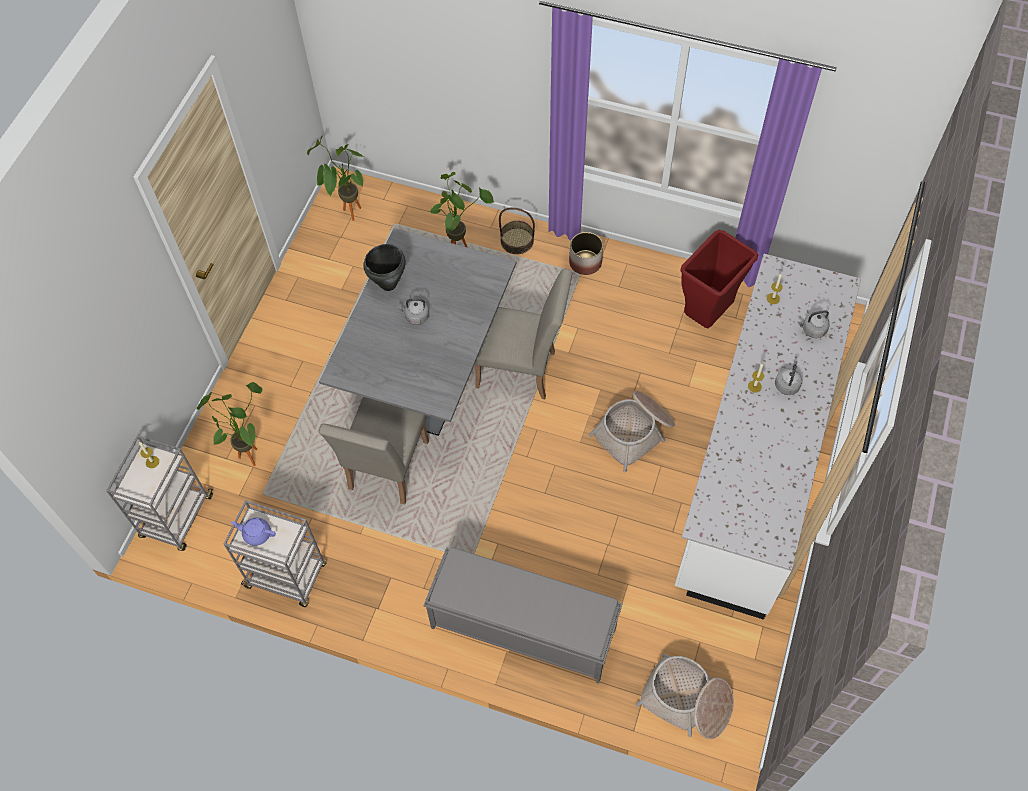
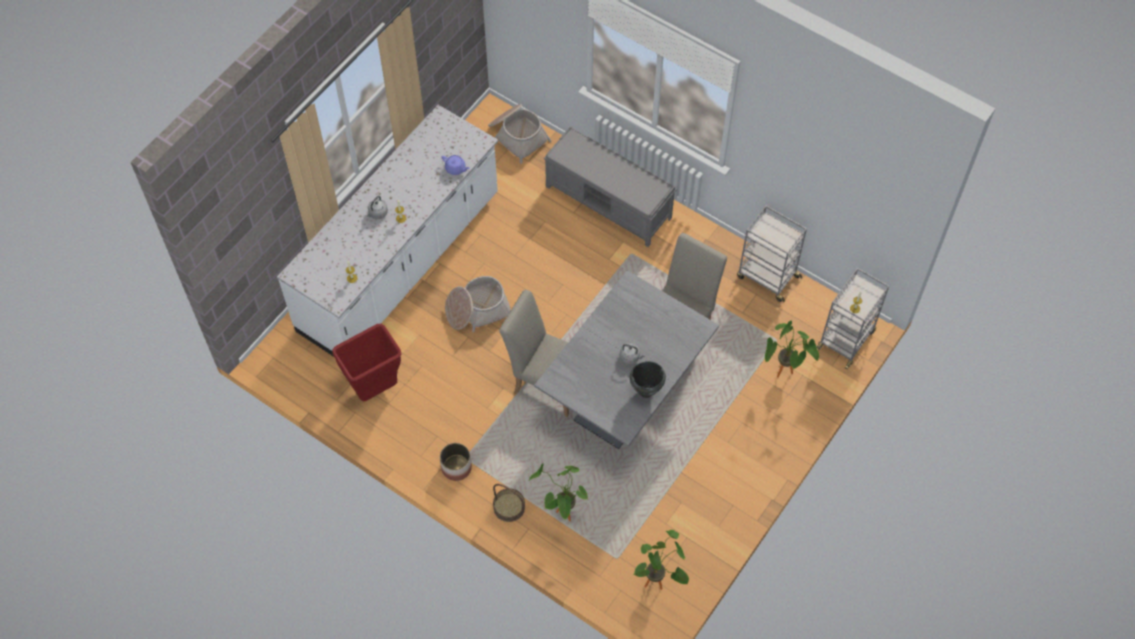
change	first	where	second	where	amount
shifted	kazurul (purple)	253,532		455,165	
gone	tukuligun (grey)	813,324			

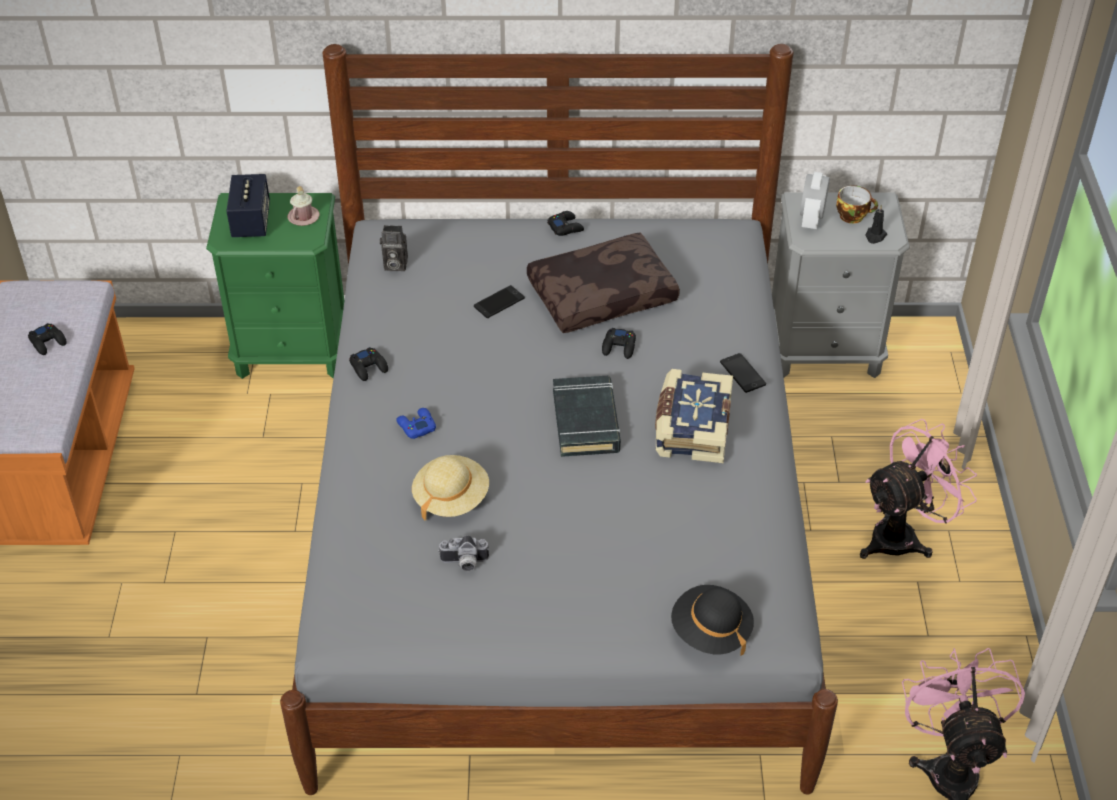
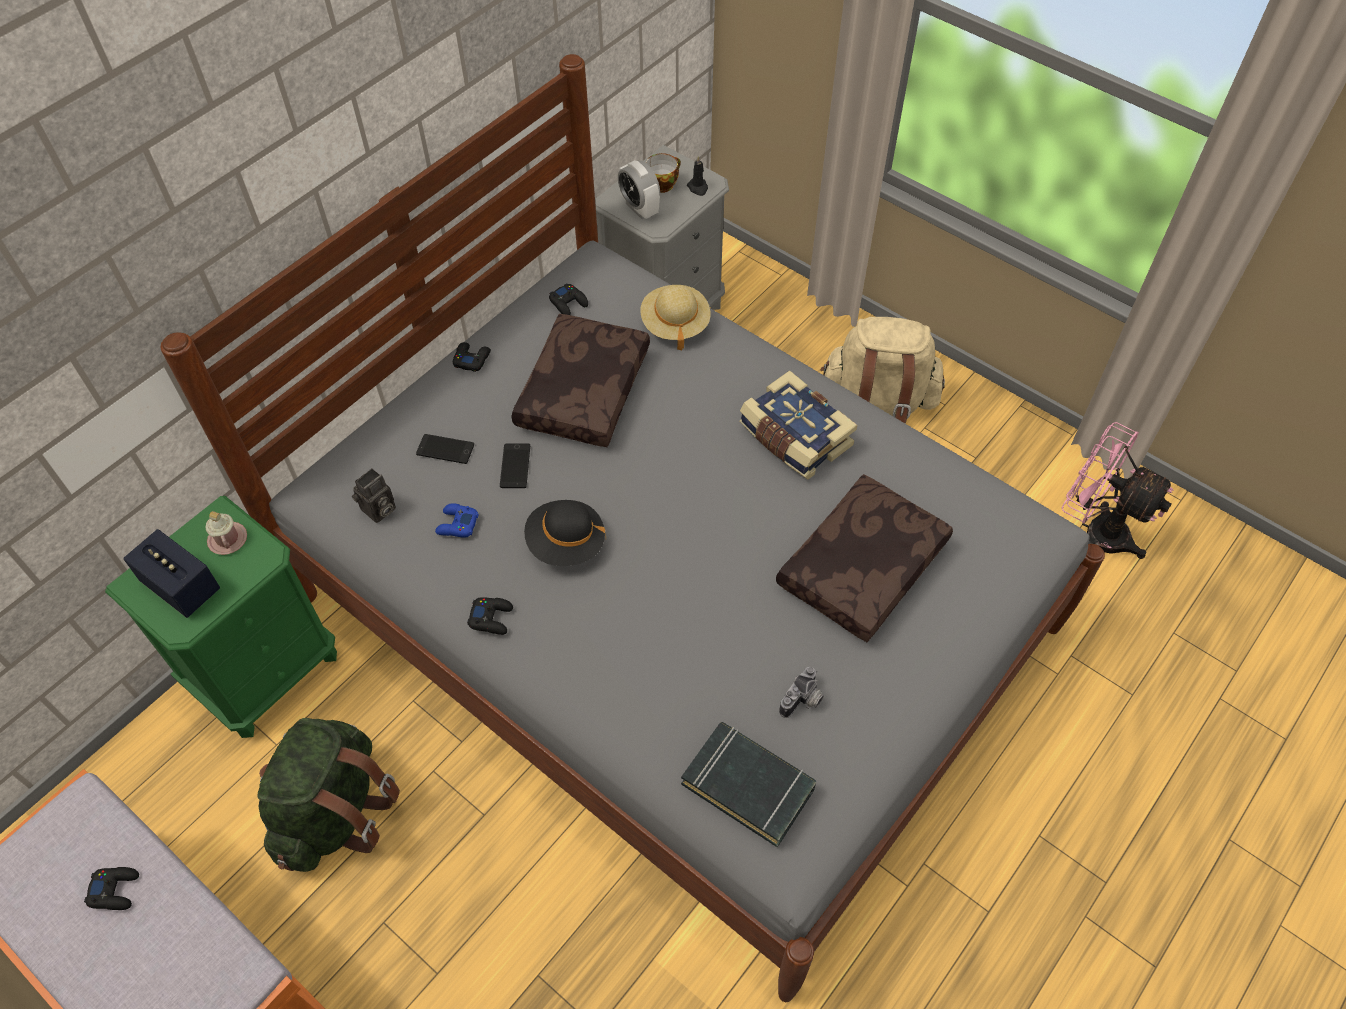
change	first	where	second	where	amount
new			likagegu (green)	328,795	
shifted	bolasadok	743,373		445,449	
shifted	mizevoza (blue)	416,423		457,520	
shifted	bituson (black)	712,620		565,533	
shifted	mizevoza (black)	619,343		568,299	
shifted	bituson (beige)	450,487		675,317	
shifted	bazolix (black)	587,416		748,784	
new			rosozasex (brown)	864,558	
swapped	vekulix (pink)	918,489	likagegu (beige)	882,370	

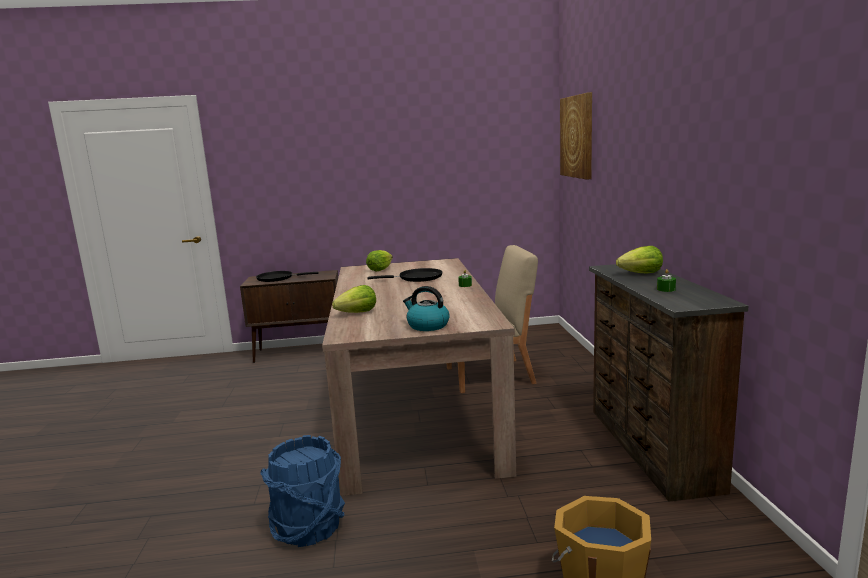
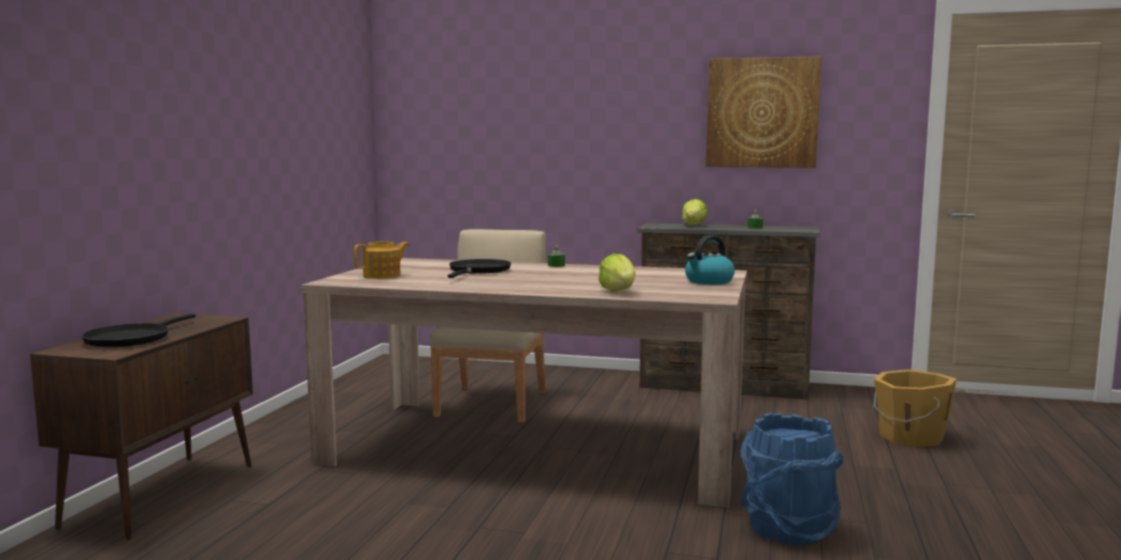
change	first	where	second	where	amount
swapped	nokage	379,260	kazurul	381,260	
shifted	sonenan	576,135		764,112	

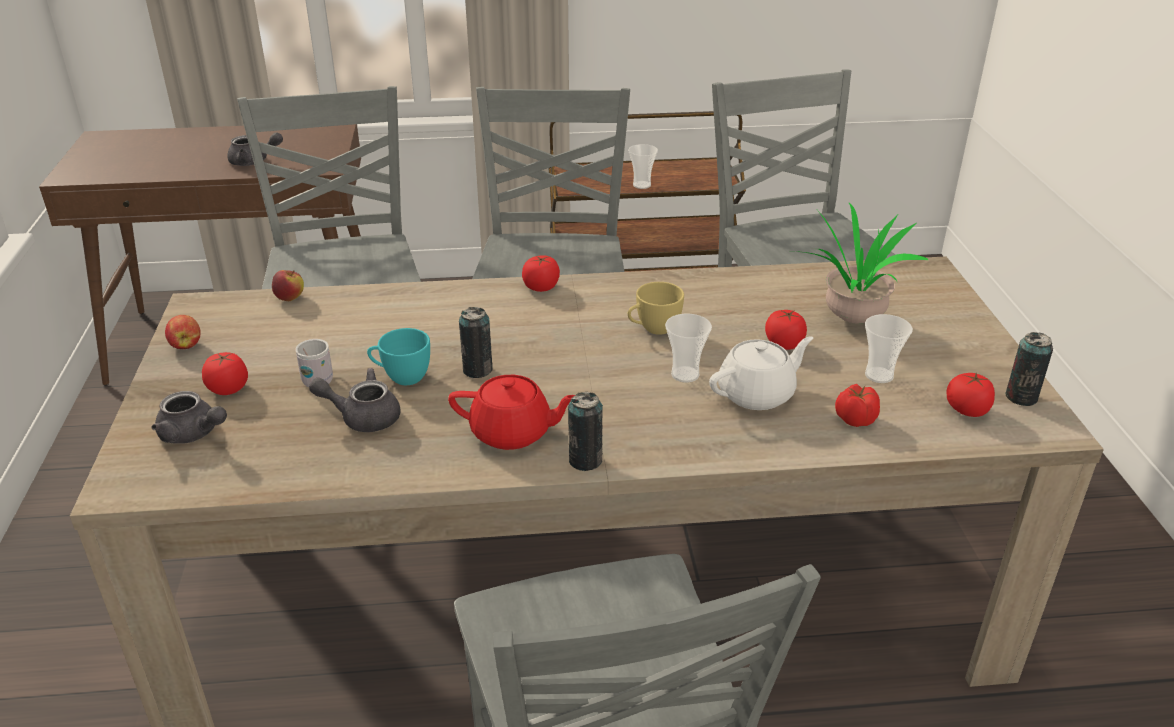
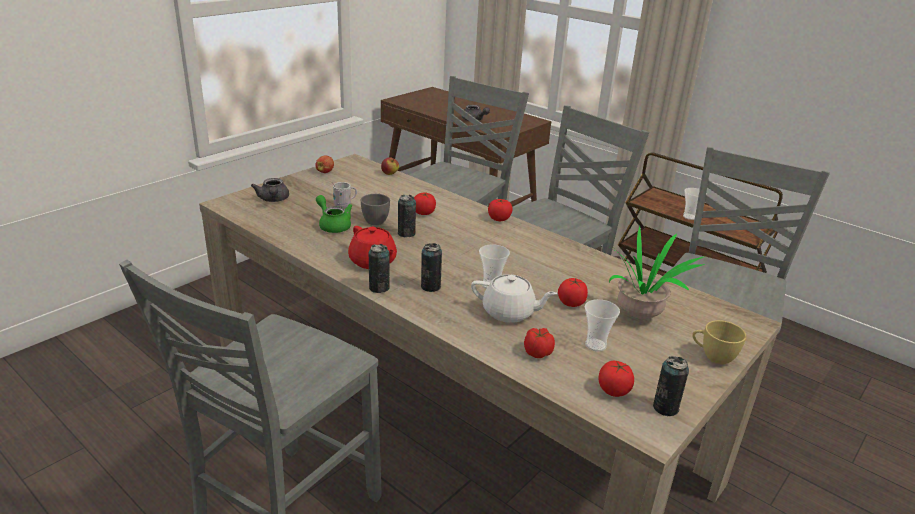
change	first	where	second	where	amount
repainted	kazurul (grey)	355,400	kazurul (green)	334,214	
repainted	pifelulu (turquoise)	398,356	pifelulu (grey)	375,209	
shifted	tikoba	225,373		425,203	
new			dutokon	431,267	
shifted	pifelulu (yellow)	656,308		719,342	

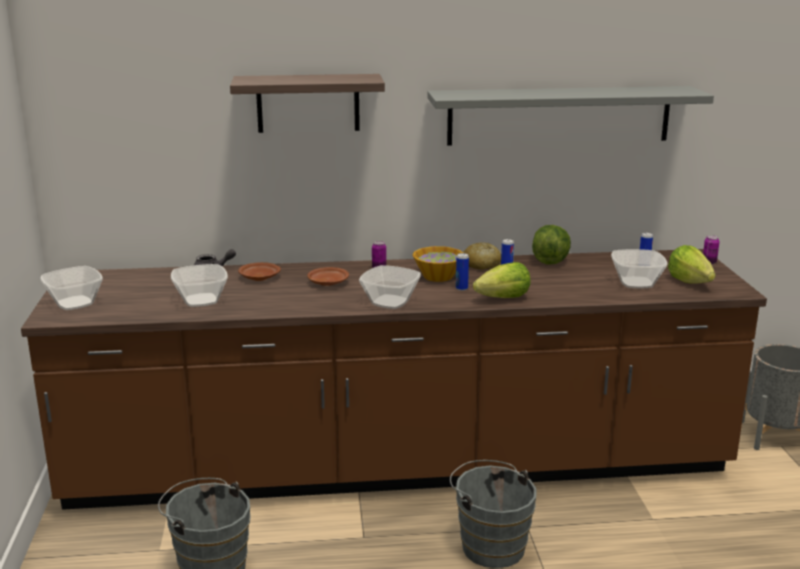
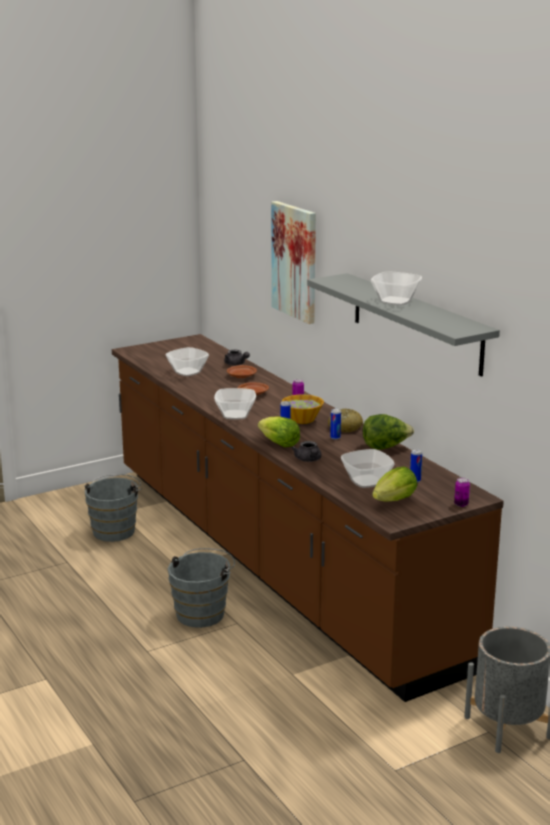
change	first	where	second	where	amount
swapped	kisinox	307,103	sonenan	293,262	
new			kazurul (grey)	307,451	
shifted	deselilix	71,288		396,288	

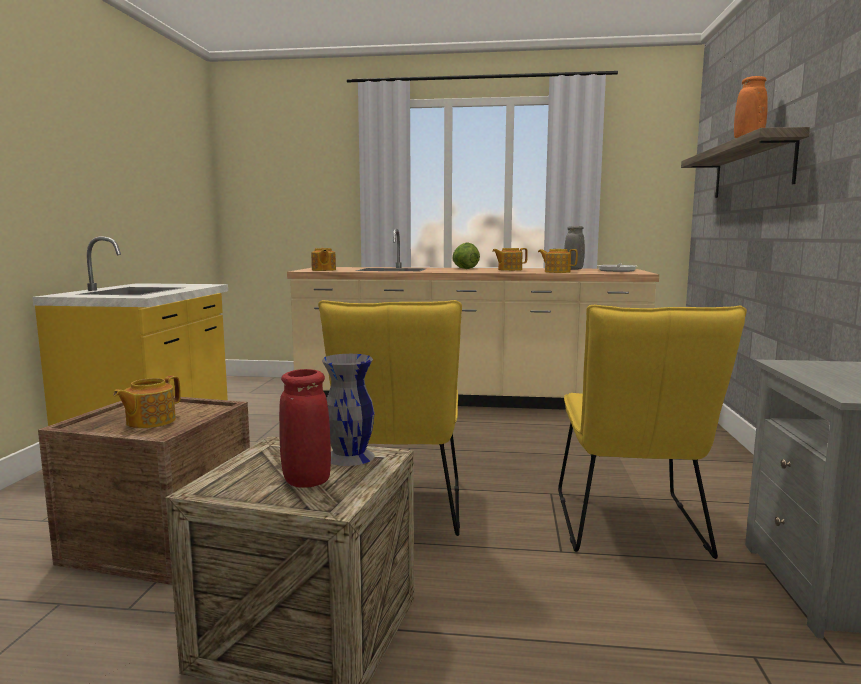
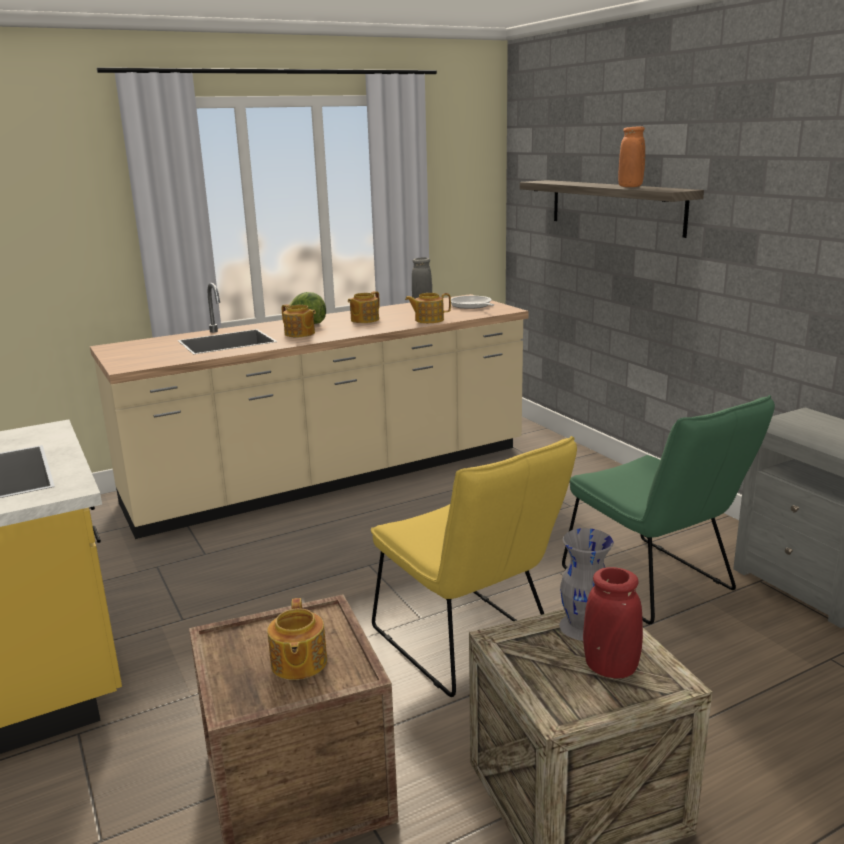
change	first	where	second	where	amount
shifted	kazurul	323,259		299,320	
repainted	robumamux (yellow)	652,432	robumamux (green)	668,509	

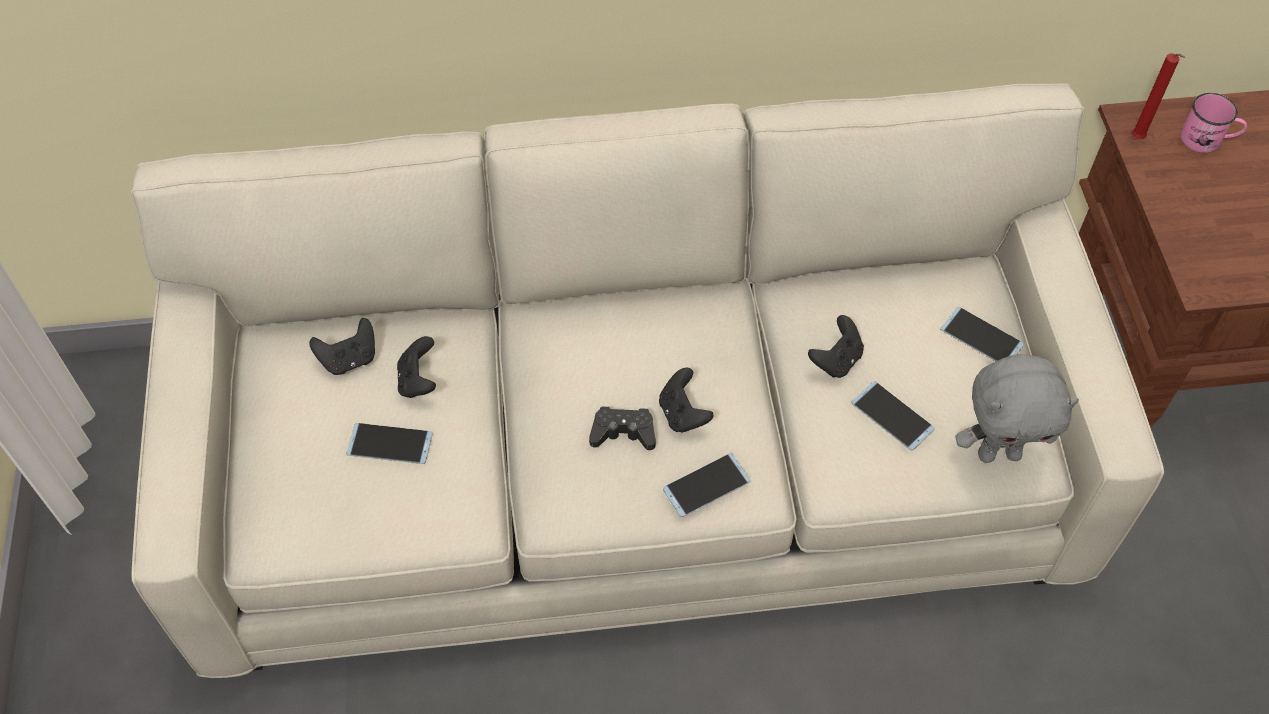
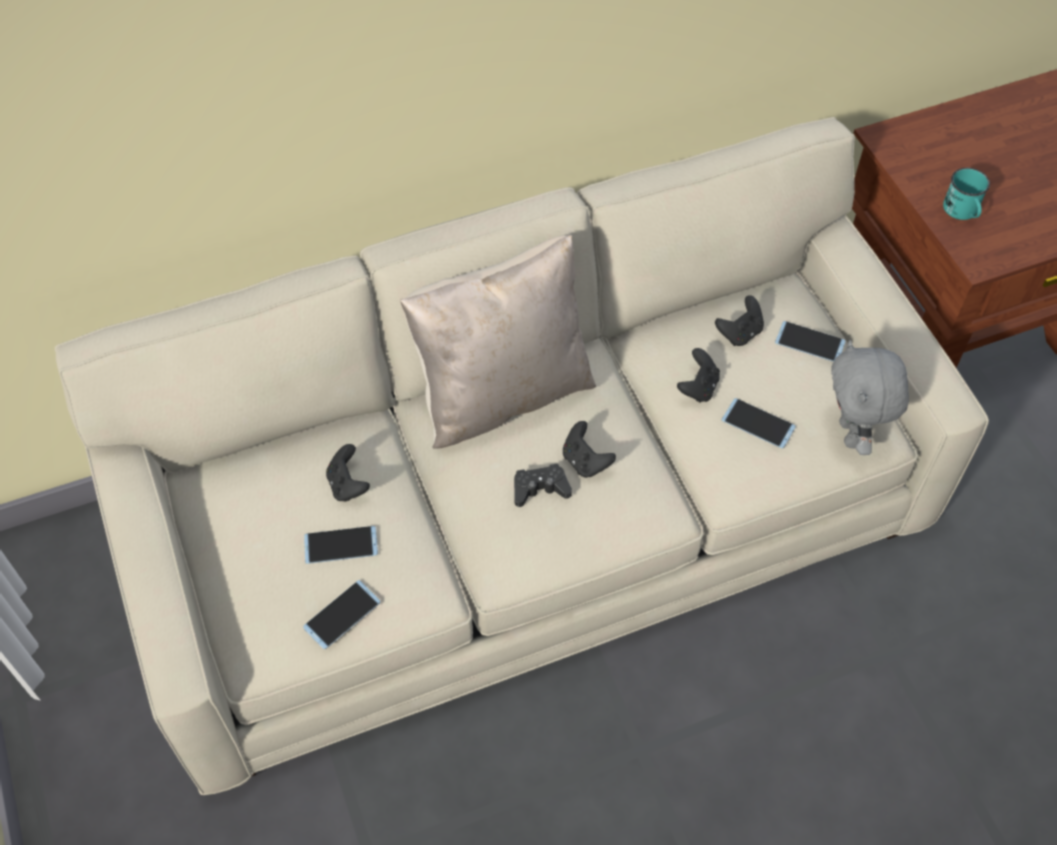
change	first	where	second	where	amount
shifted	bolasadok	706,485		342,614	
new			rosozasex (beige)	498,342	
shifted	mizevoza (black)	342,346		739,320	
rotated	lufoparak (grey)	1017,408		870,397	105 degrees clockwise
new			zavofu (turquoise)	966,194	
gone	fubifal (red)	1158,96			
gone	zavofu (pink)	1214,123			

